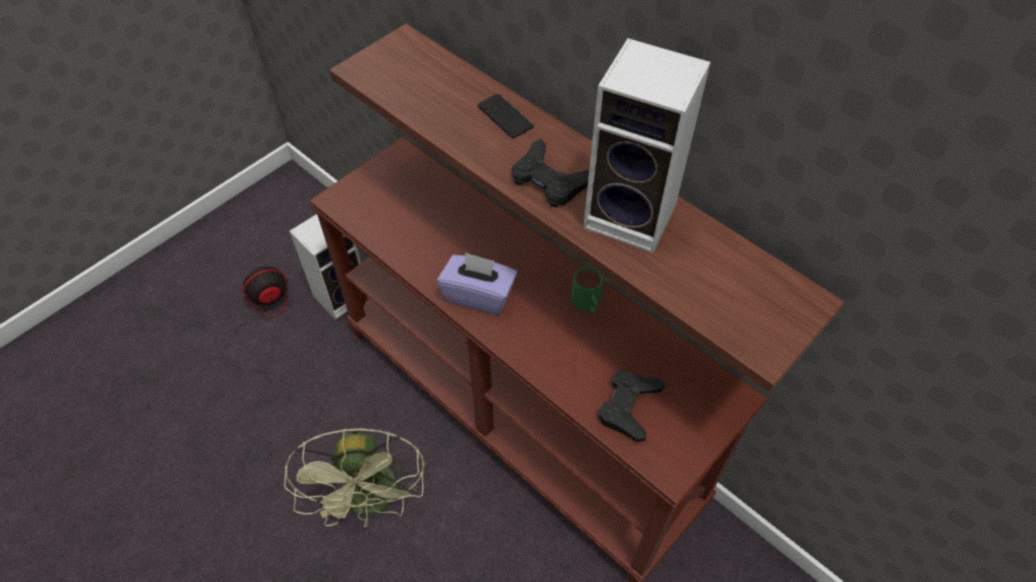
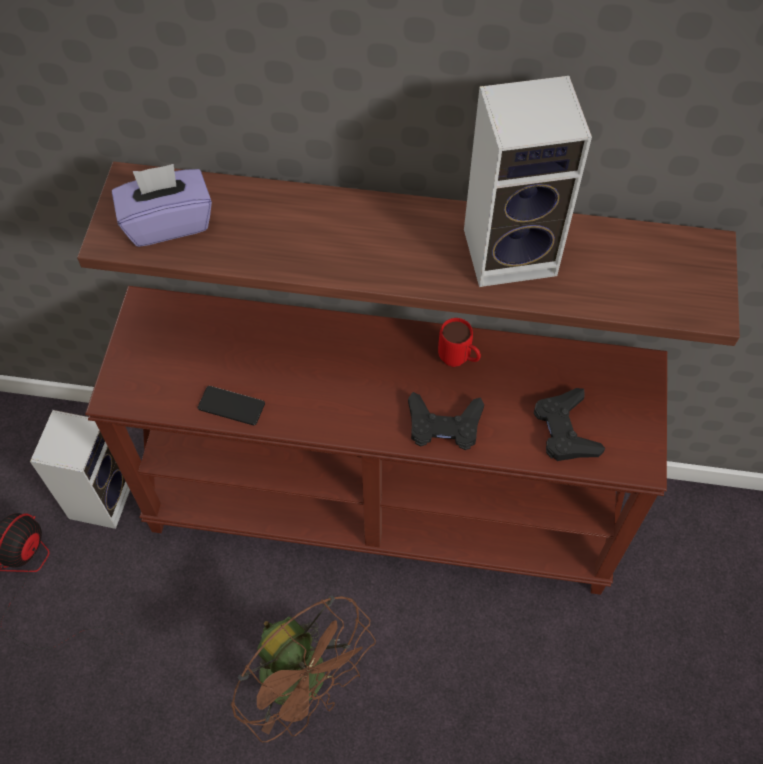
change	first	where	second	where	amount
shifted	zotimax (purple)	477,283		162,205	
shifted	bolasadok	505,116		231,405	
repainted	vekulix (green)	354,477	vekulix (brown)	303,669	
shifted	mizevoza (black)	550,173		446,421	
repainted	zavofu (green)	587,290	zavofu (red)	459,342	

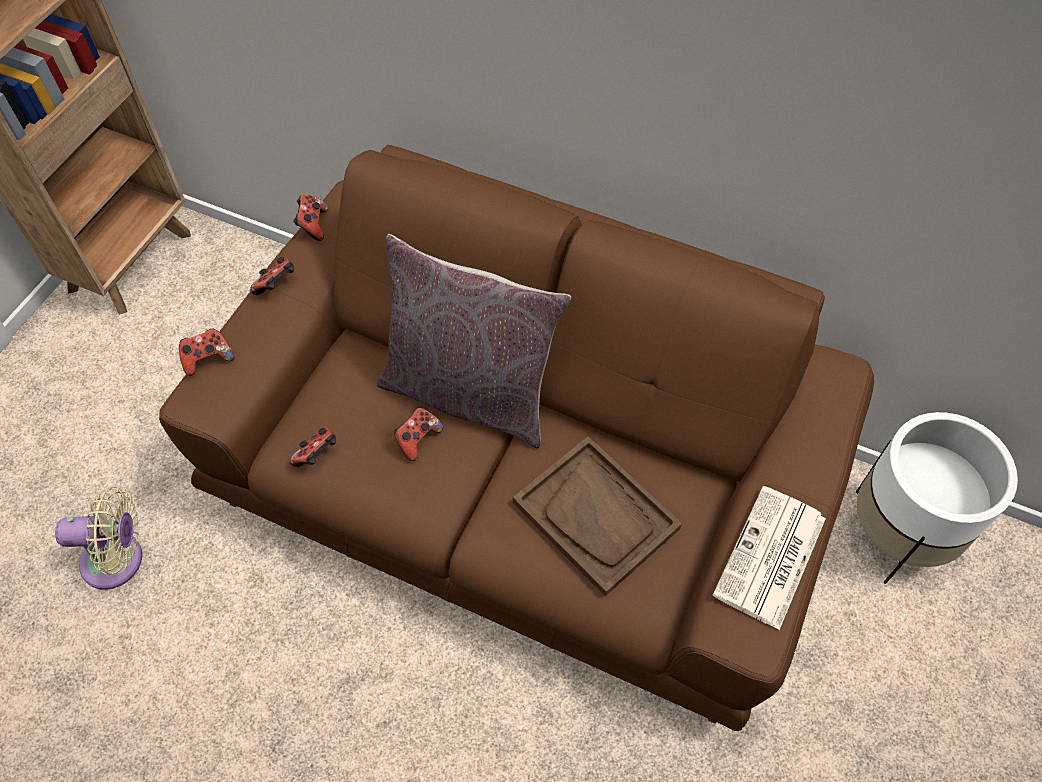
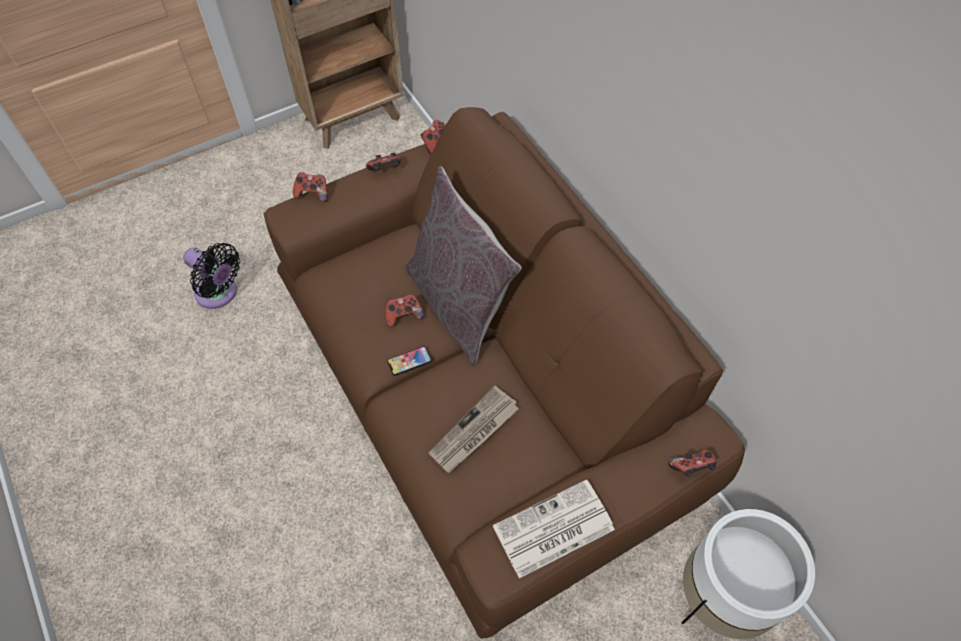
change	first	where	second	where	amount
repainted	vekulix (beige)	98,538	vekulix (black)	211,276	
new			bolasadok	409,361	
swapped	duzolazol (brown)	597,516	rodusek	473,429	
shifted	mizevoza	312,447		692,463	

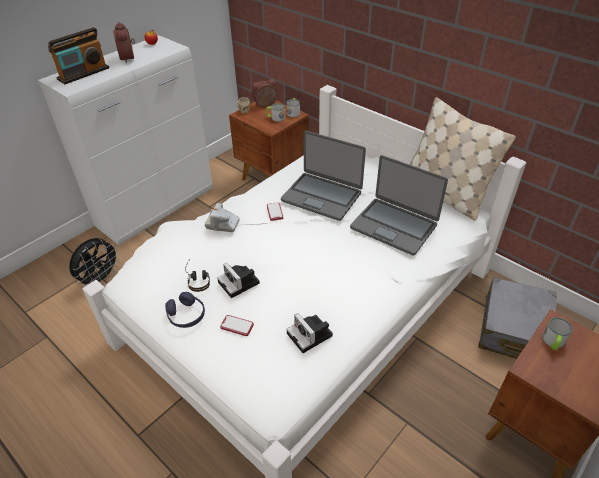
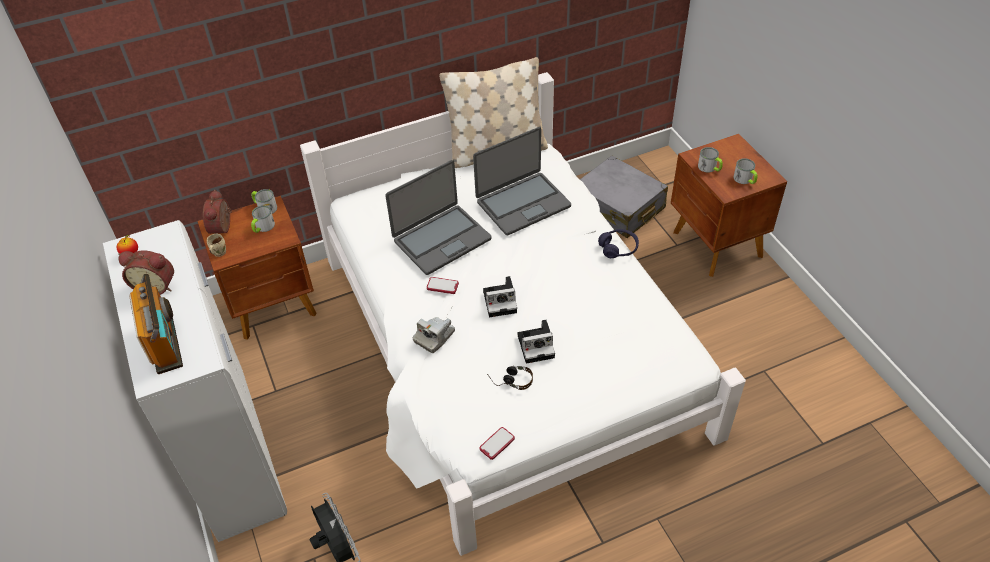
change	first	where	second	where	amount
shifted	bolasadok	237,325		497,443	
shifted	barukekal	309,333		500,296	
shifted	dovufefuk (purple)	185,310		618,243	
new			zavofu	745,171	

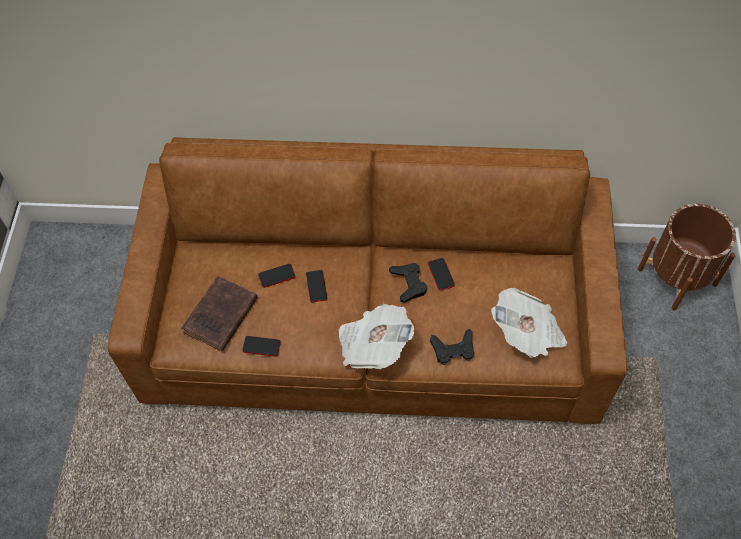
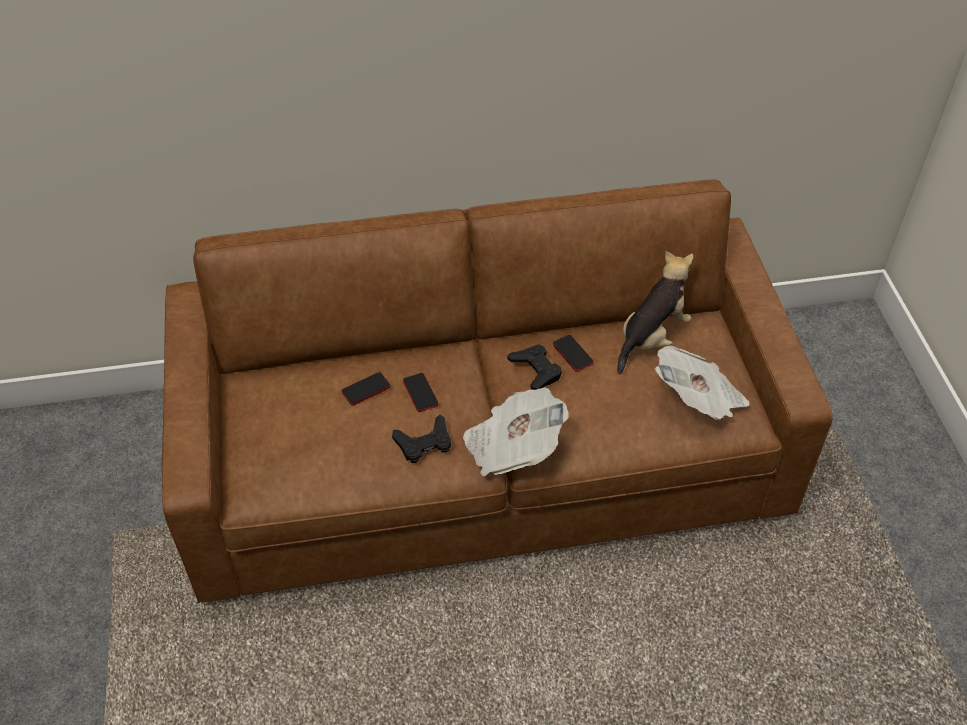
change	first	where	second	where	amount
shifted	mizevoza (black)	452,347		421,438	
new			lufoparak	655,312	
gone	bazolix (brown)	220,314			
gone	bolasadok	261,346			
gone	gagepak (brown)	687,256			

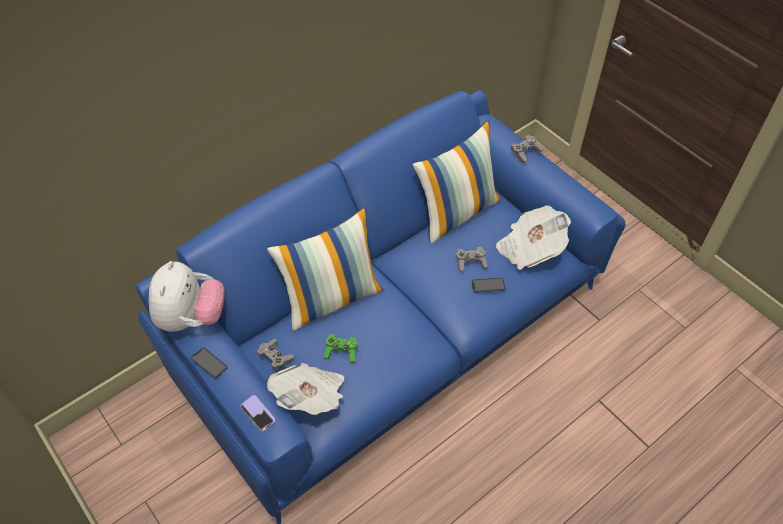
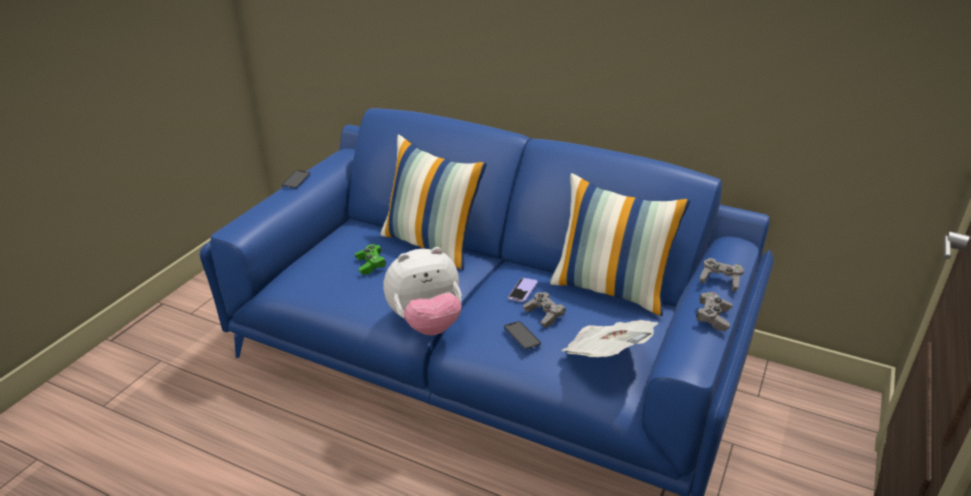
change	first	where	second	where	amount
shifted	lufoparak	187,296		422,291	
shifted	bolasadok	258,413		523,290	
shifted	mizevoza (grey)	276,355		714,311	
gone	rodusek	306,389			

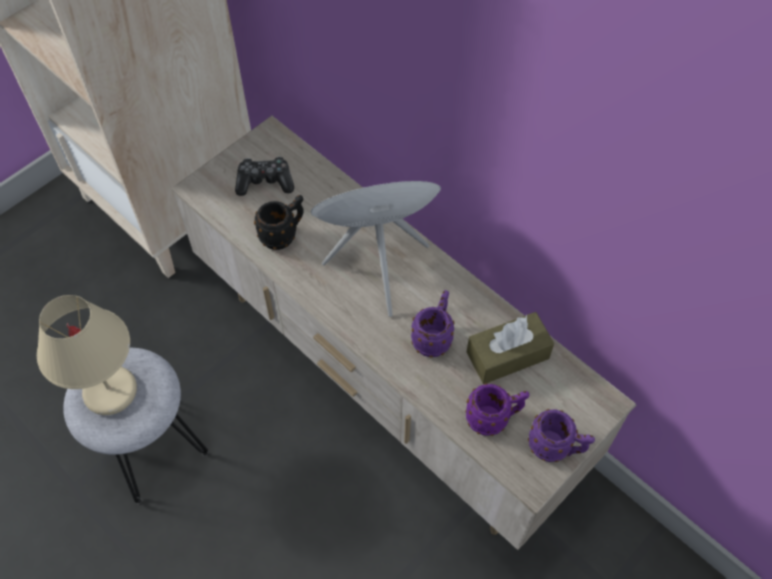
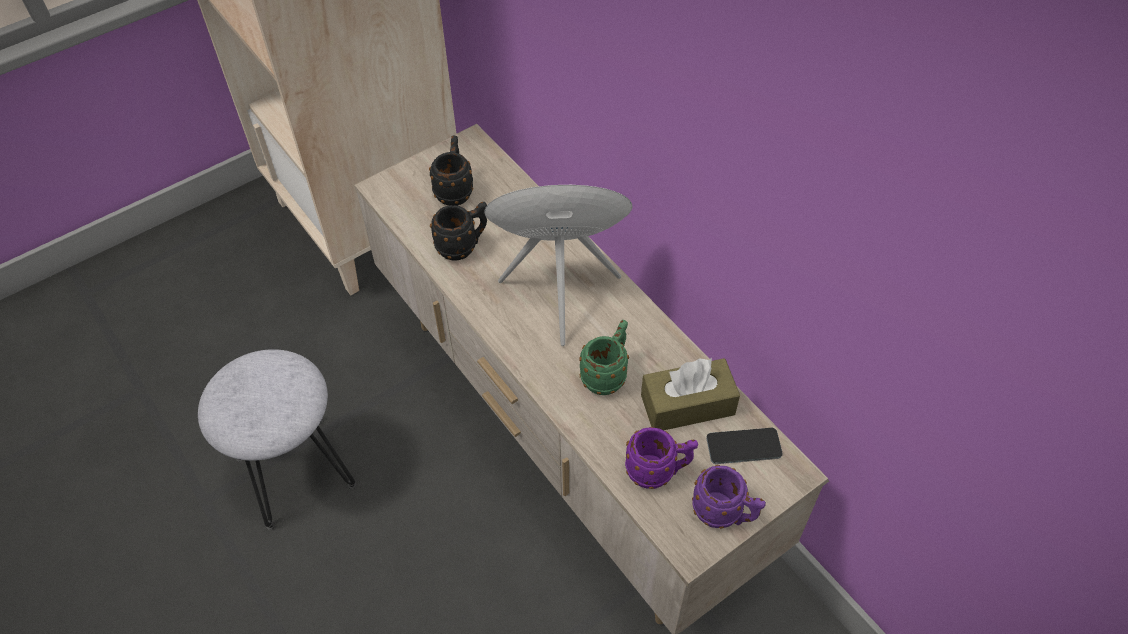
change	first	where	second	where	amount
swapped	mizevoza	264,176	zavofu (black)	451,170	
repainted	zavofu (purple)	433,323	zavofu (green)	604,357	
new			bolasadok	744,446	
gone	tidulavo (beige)	87,355			

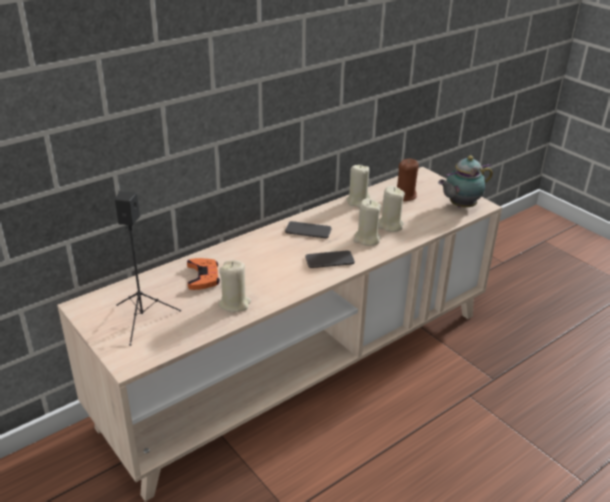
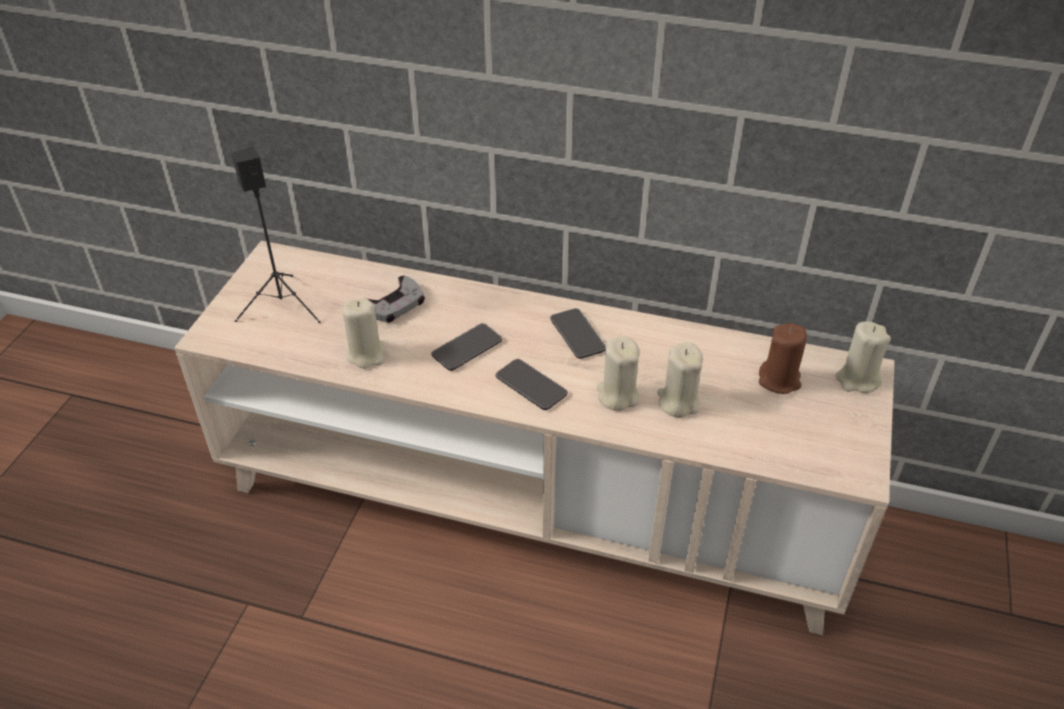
change	first	where	second	where	amount
repainted	mizevoza (orange)	203,274	mizevoza (grey)	396,299	
new			bolasadok	466,347	
shifted	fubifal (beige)	358,186		863,357	
gone	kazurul	465,181			

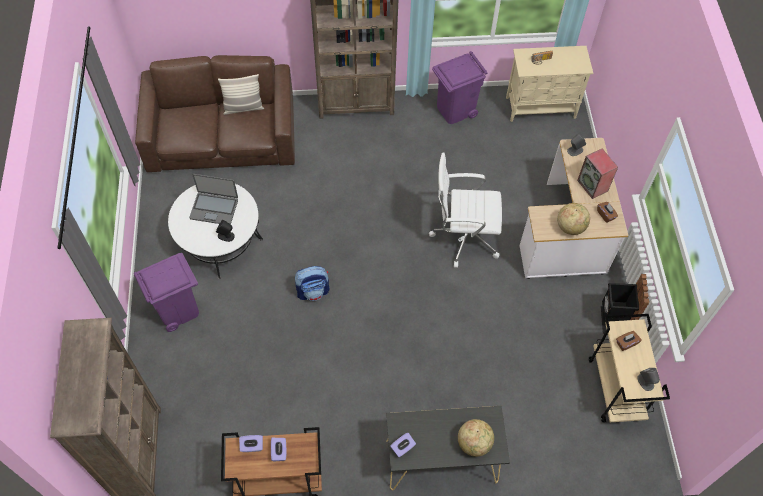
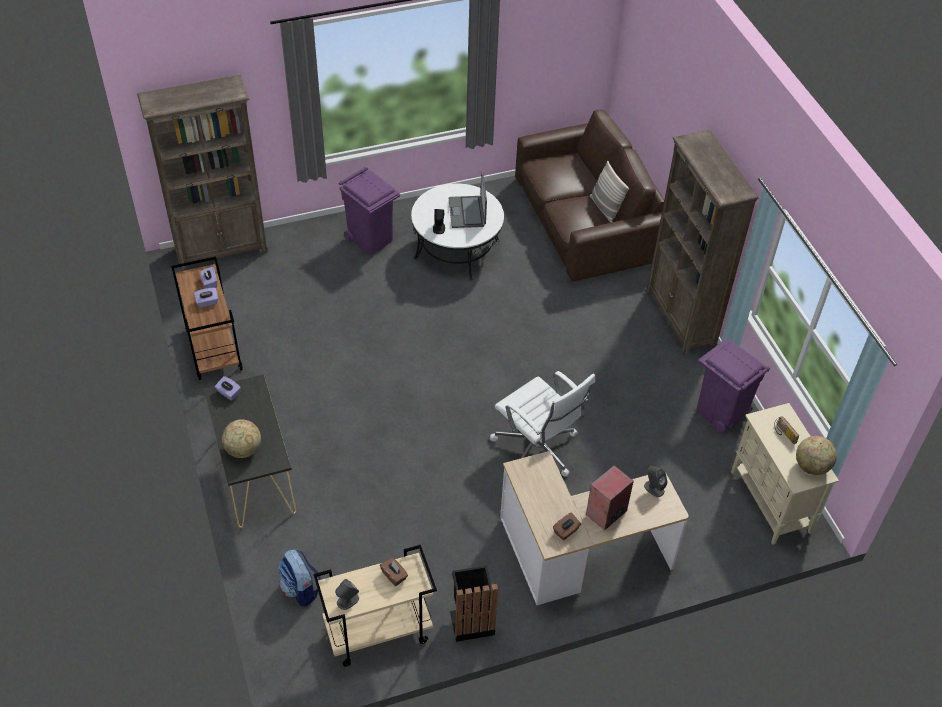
change	first	where	second	where	amount
shifted	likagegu	312,283		299,577	
rotated	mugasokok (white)	465,210		542,424	150 degrees clockwise
shifted	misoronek	573,219		816,455	

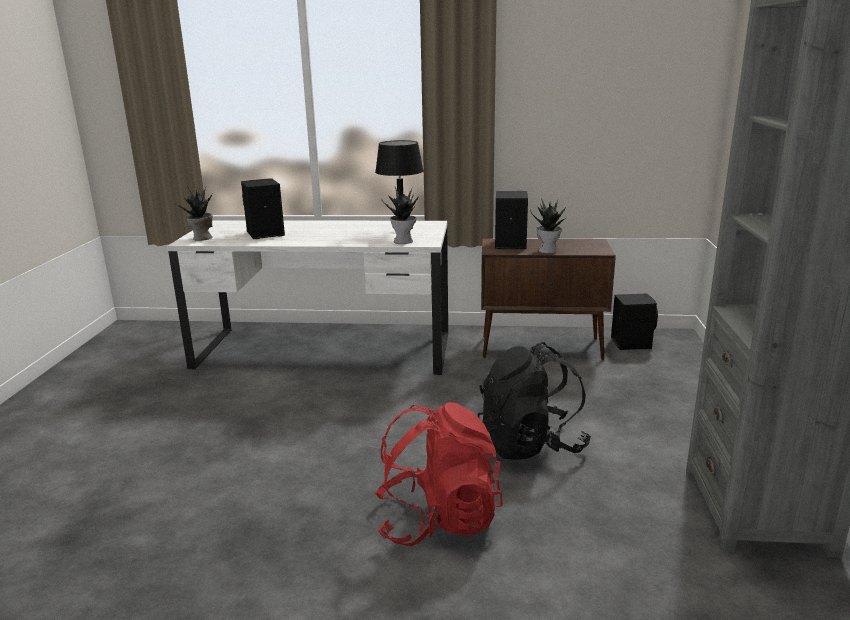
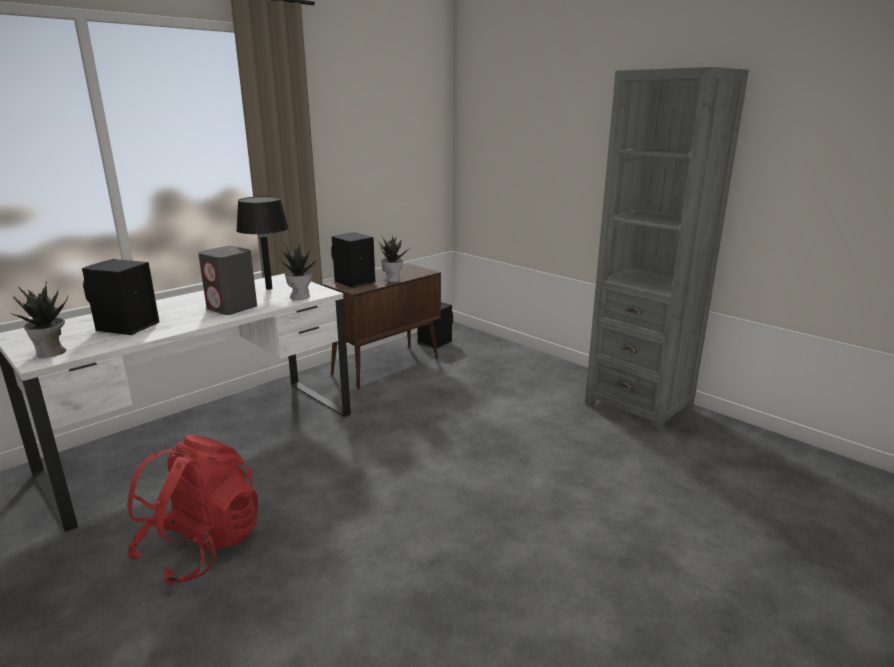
change	first	where	second	where	amount
shifted	likagegu (red)	438,474		192,510	
new			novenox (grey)	227,280	
gone	likagegu (black)	534,401			

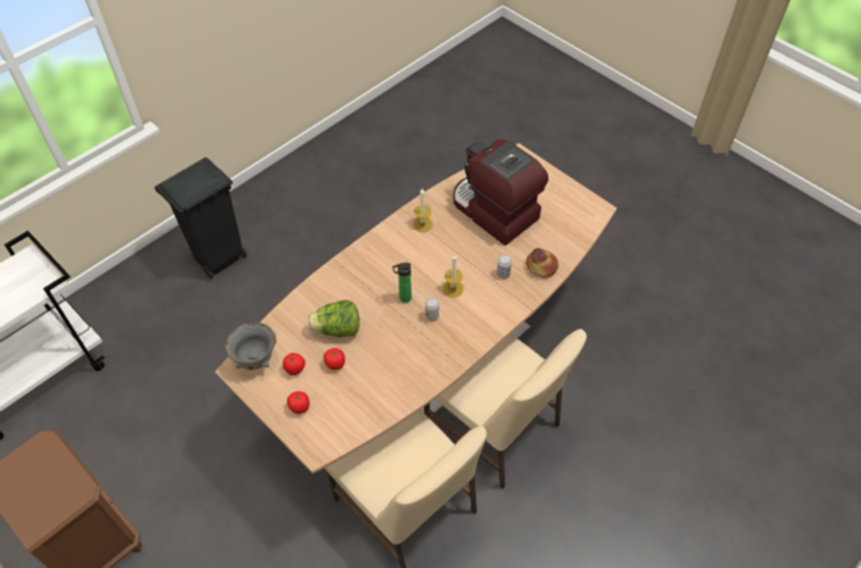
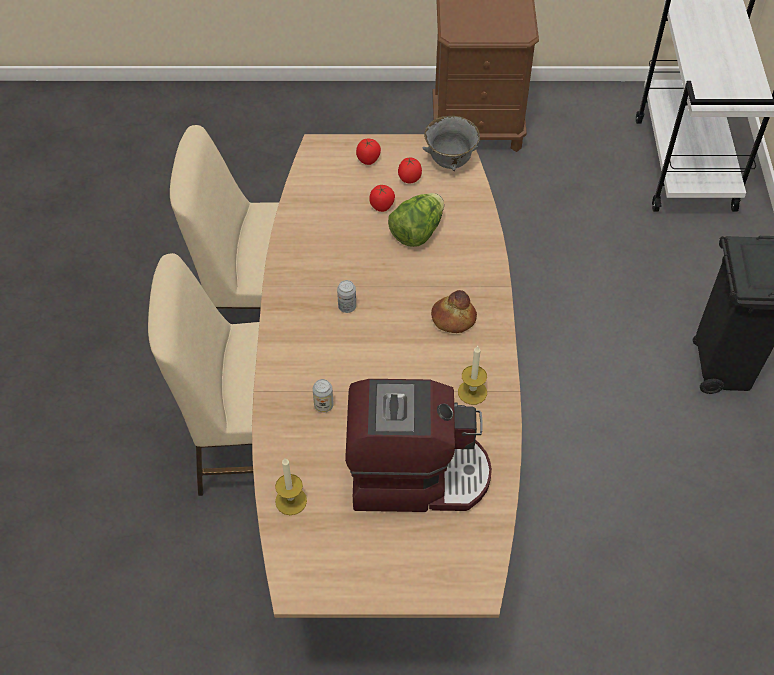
change	first	where	second	where	amount
shifted	fubifal	453,275		291,486	
shifted	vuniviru	542,263		454,311	
gone	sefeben	402,282			

